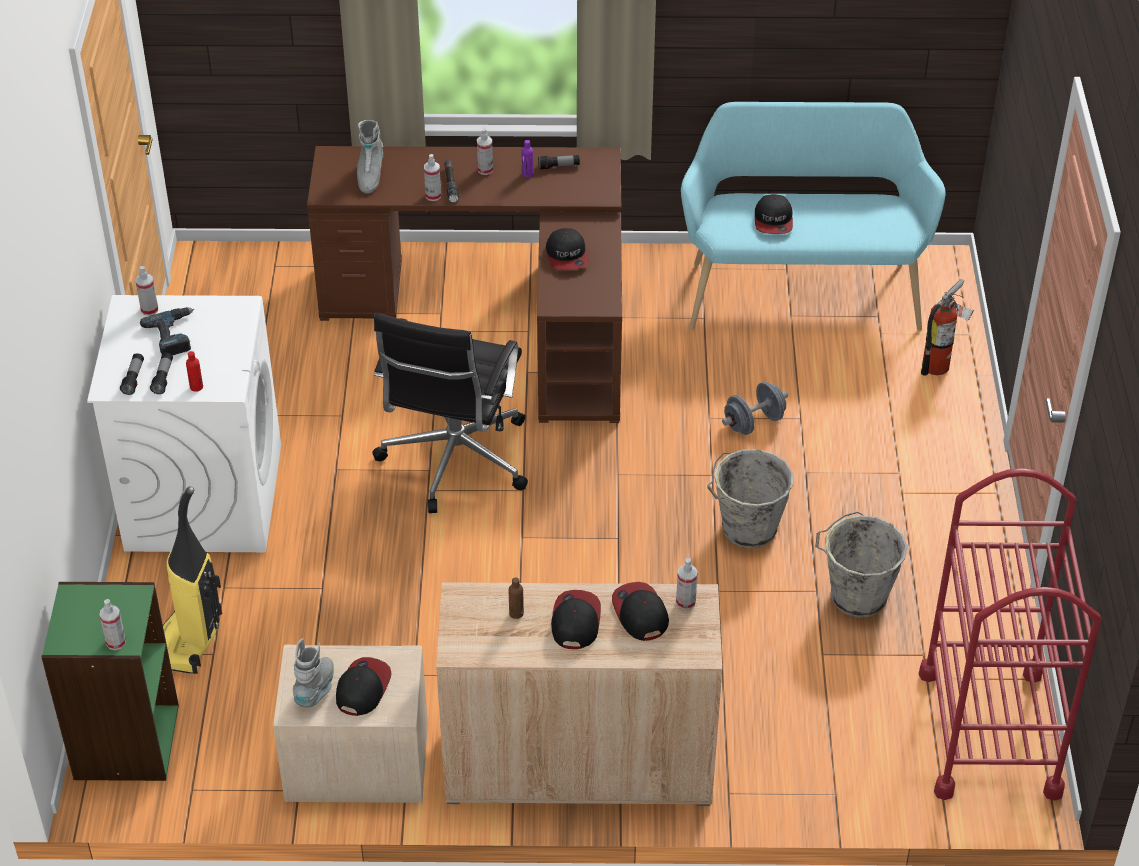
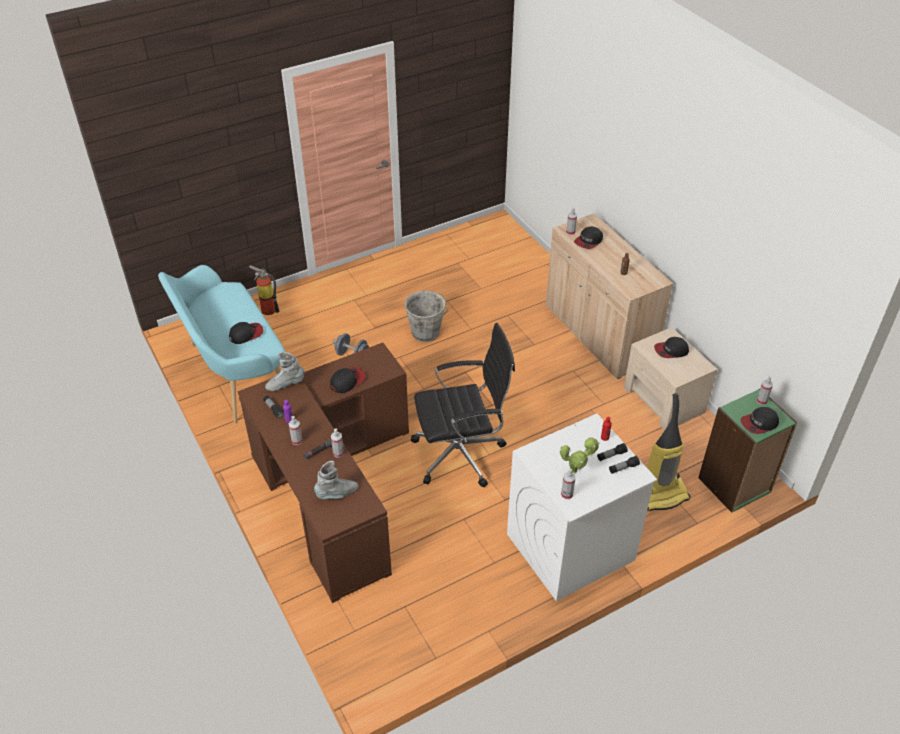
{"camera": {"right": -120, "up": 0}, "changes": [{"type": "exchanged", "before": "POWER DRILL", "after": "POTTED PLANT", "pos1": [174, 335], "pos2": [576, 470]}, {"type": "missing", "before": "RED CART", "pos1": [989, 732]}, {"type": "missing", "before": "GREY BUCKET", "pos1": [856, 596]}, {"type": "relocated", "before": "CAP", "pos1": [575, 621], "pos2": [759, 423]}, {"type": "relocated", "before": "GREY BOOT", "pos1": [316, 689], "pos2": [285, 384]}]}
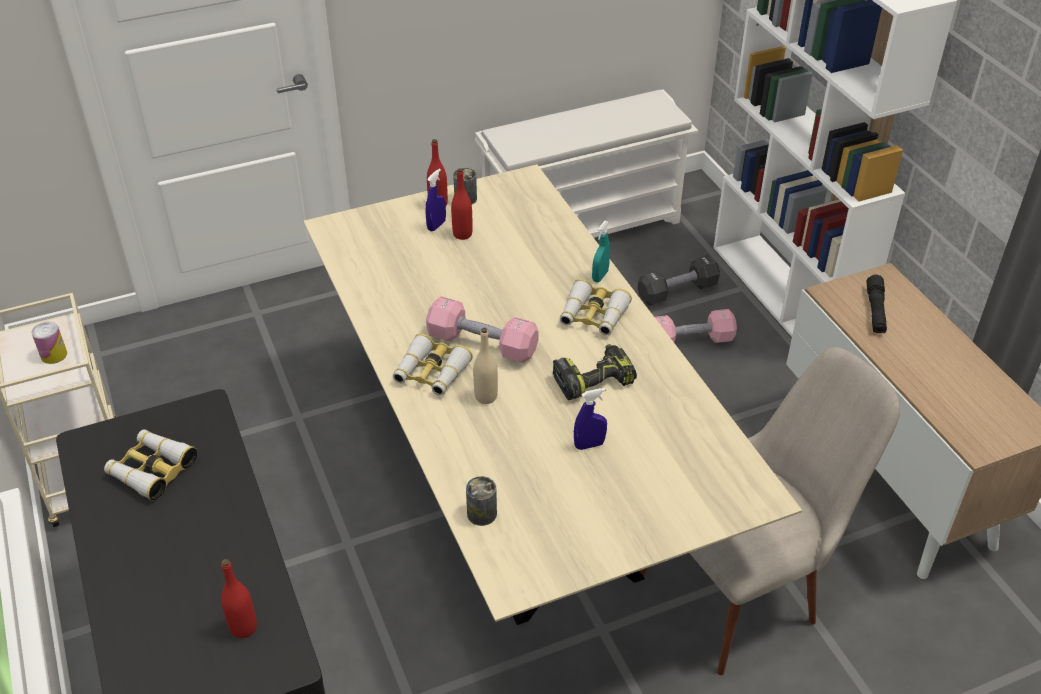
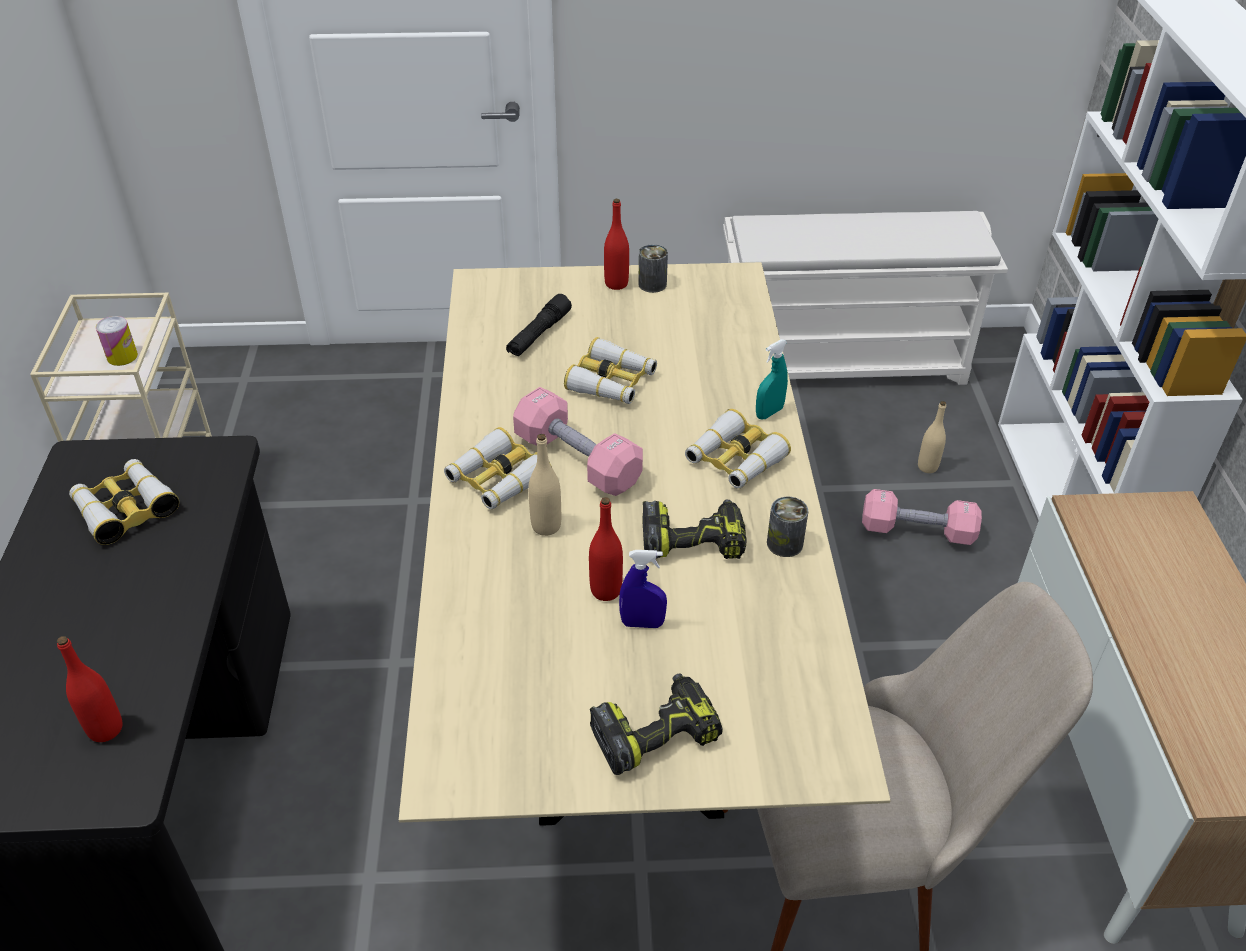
{"camera": {"right": 20, "up": 0}, "changes": [{"type": "relocated", "before": "RED BOTTLE", "pos1": [462, 234], "pos2": [606, 590]}, {"type": "missing", "before": "BLUE SPRAY BOTTLE", "pos1": [436, 225]}, {"type": "exchanged", "before": "BLACK DUMBBELL", "after": "BEIGE BOTTLE", "pos1": [677, 291], "pos2": [927, 467]}, {"type": "relocated", "before": "BLACK FLASHLIGHT", "pos1": [875, 311], "pos2": [539, 334]}, {"type": "relocated", "before": "CAN", "pos1": [482, 513], "pos2": [784, 543]}, {"type": "appeared", "after": "BINOCULARS", "pos2": [611, 382]}, {"type": "appeared", "after": "POWER DRILL", "pos2": [655, 732]}]}
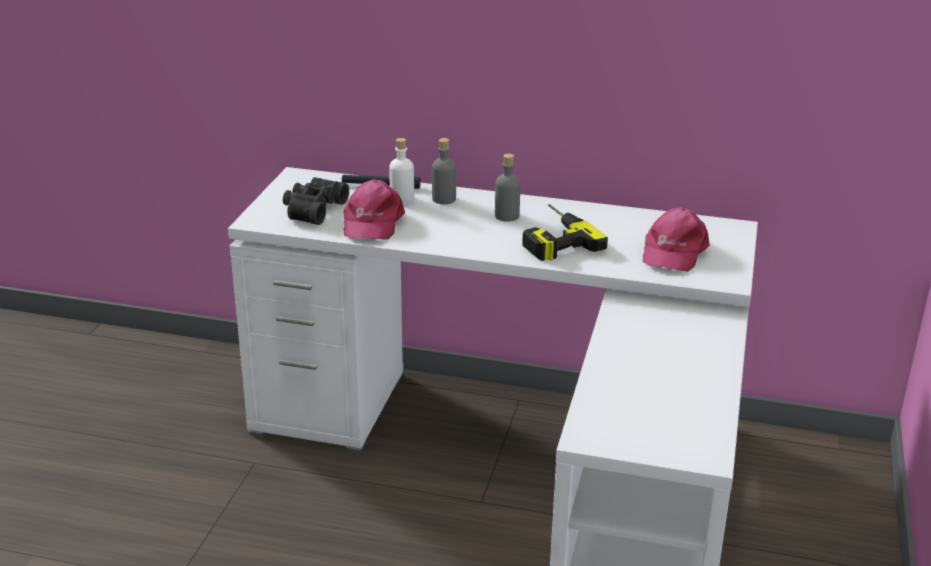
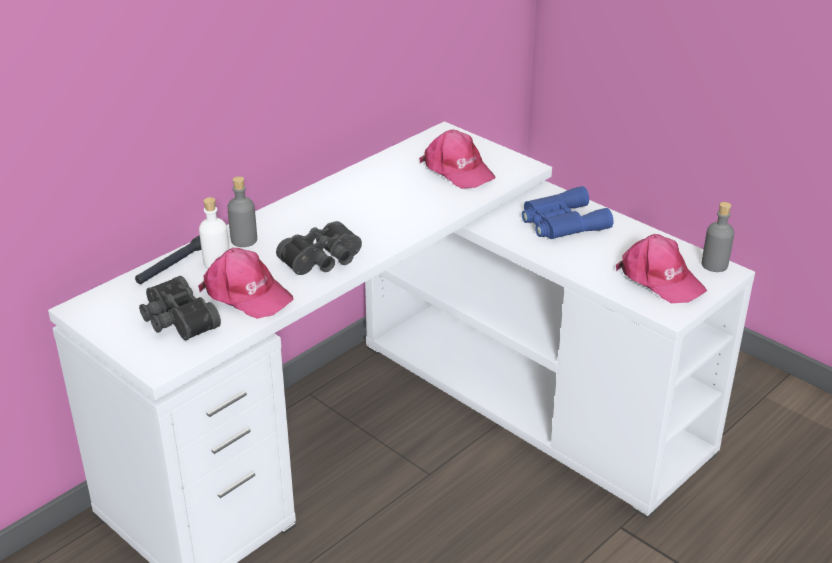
{"camera": {"right": -60, "up": 5}, "changes": [{"type": "relocated", "before": "GREY BOTTLE", "pos1": [507, 216], "pos2": [714, 265]}, {"type": "missing", "before": "POWER DRILL", "pos1": [552, 238]}, {"type": "appeared", "after": "BLUE BINOCULARS", "pos2": [561, 223]}, {"type": "appeared", "after": "BLACK BINOCULARS", "pos2": [324, 261]}, {"type": "appeared", "after": "PINK CAP", "pos2": [660, 279]}]}
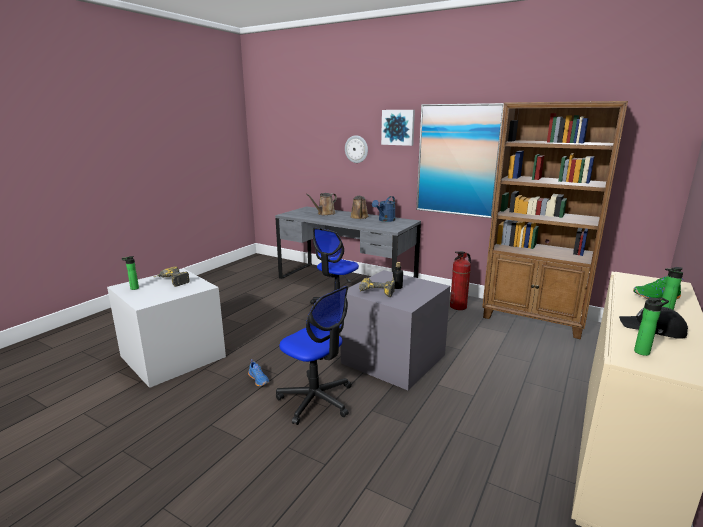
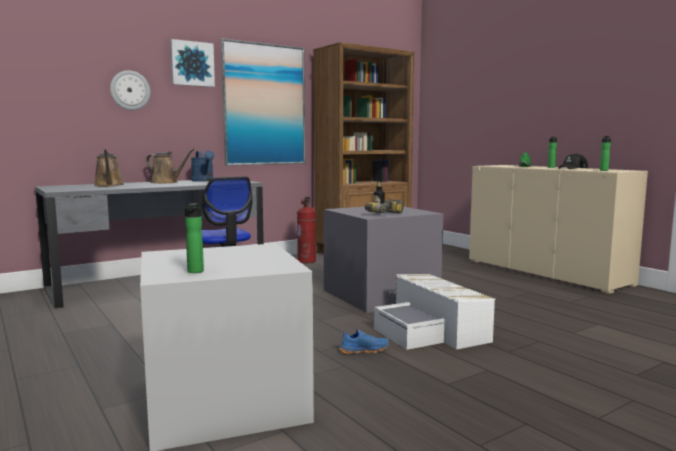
{"camera": {"right": -65, "up": -10}, "changes": [{"type": "missing", "before": "POWER DRILL", "pos1": [171, 281]}, {"type": "exchanged", "before": "OFFICE CHAIR", "after": "WHITE STORAGE BOX", "pos1": [316, 400], "pos2": [431, 331]}]}
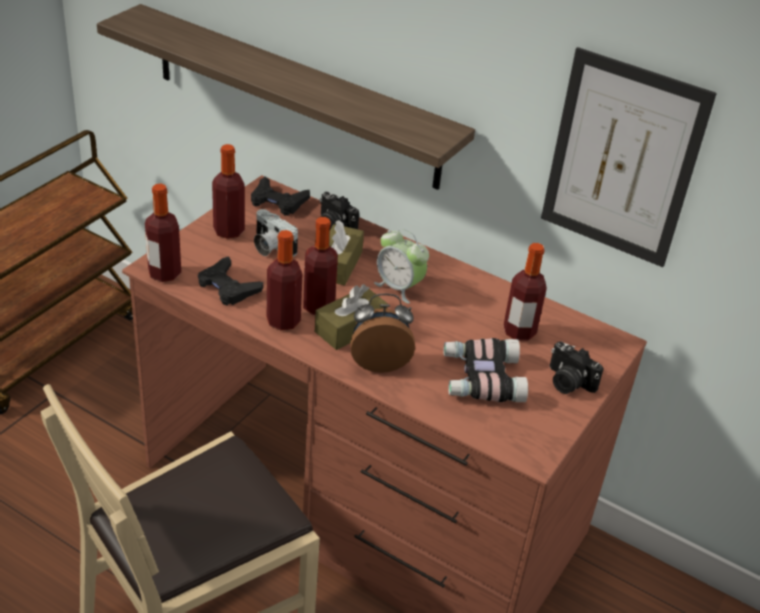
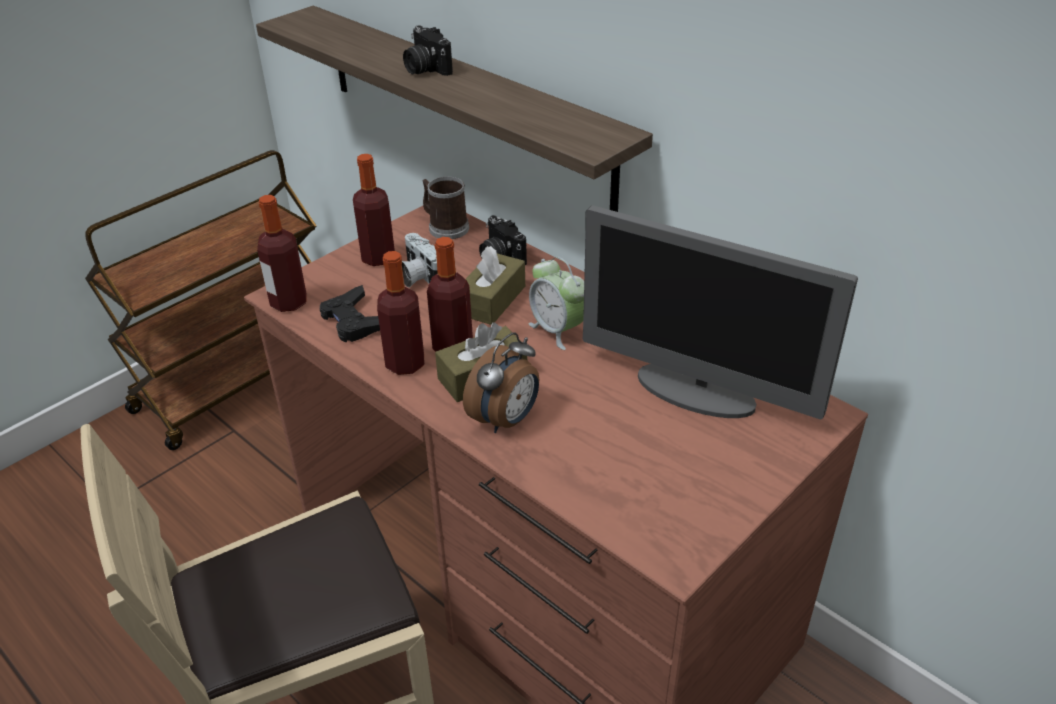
{"camera": {"right": 15, "up": 0}, "changes": [{"type": "missing", "before": "PICTURE", "pos1": [622, 159]}, {"type": "exchanged", "before": "BLACK GAME CONTROLLER", "after": "MUG", "pos1": [278, 201], "pos2": [445, 227]}, {"type": "exchanged", "before": "BOTTLE", "after": "MONITOR", "pos1": [519, 331], "pos2": [696, 392]}, {"type": "spun", "before": "ALARM CLOCK", "pos1": [379, 361], "pos2": [506, 420], "turn": 120}, {"type": "missing", "before": "BINOCULARS", "pos1": [481, 378]}, {"type": "relocated", "before": "PHOTO CAMERA", "pos1": [567, 382], "pos2": [425, 69]}]}
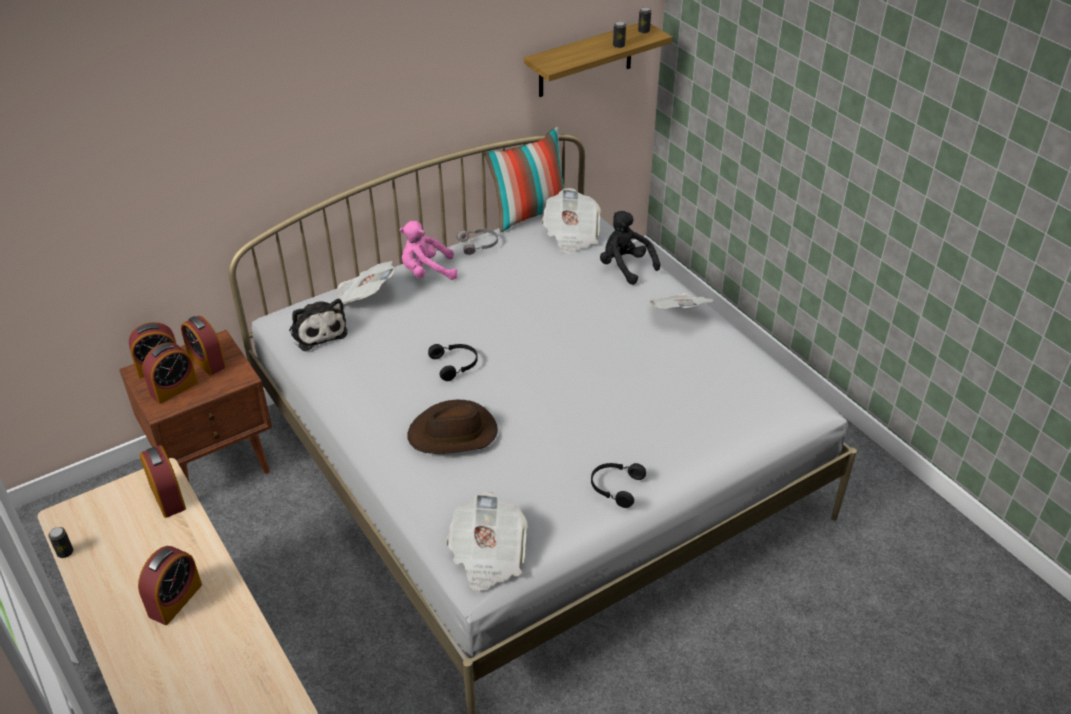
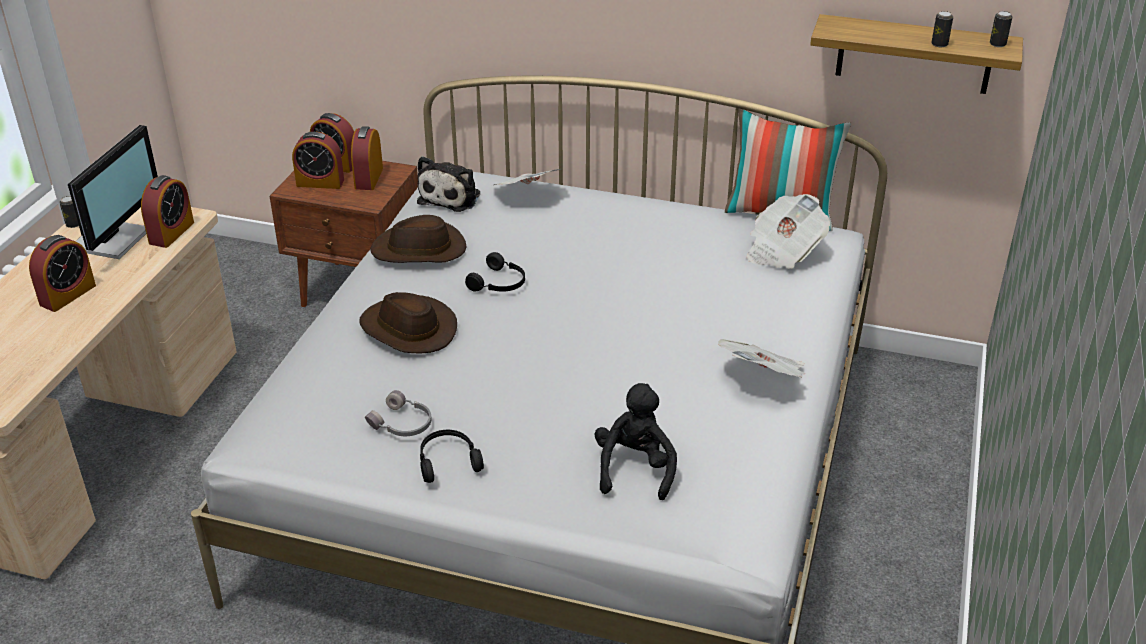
{"camera": {"right": 50, "up": -5}, "changes": [{"type": "relocated", "before": "BLACK PLUSH TOY", "pos1": [625, 267], "pos2": [635, 468]}, {"type": "missing", "before": "PINK PLUSH TOY", "pos1": [426, 272]}, {"type": "relocated", "before": "GREY HEADPHONES", "pos1": [479, 245], "pos2": [402, 424]}, {"type": "missing", "before": "NEWSPAPER", "pos1": [487, 557]}, {"type": "spun", "before": "ALARM CLOCK", "pos1": [175, 600], "pos2": [68, 295], "turn": -45}, {"type": "appeared", "after": "MONITOR", "pos2": [114, 240]}, {"type": "appeared", "after": "BROWN HAT", "pos2": [419, 250]}]}
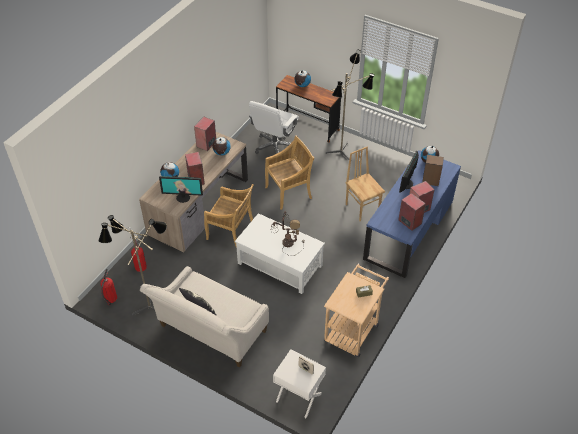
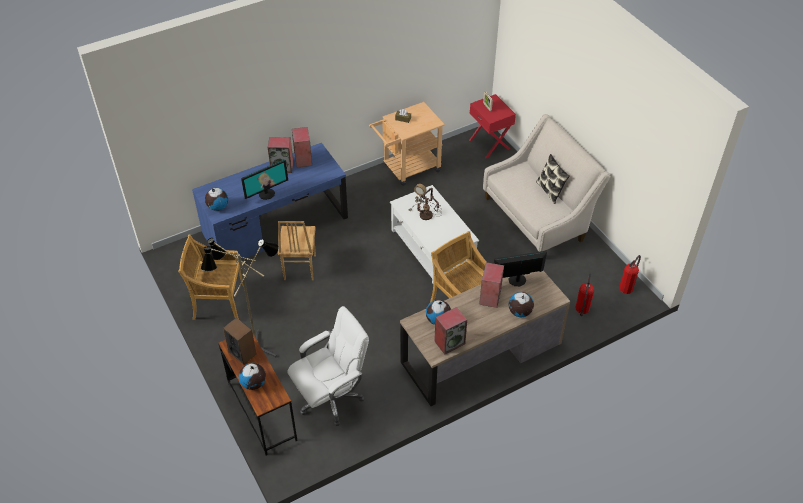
{"camera": {"right": -150, "up": 0}, "changes": [{"type": "relocated", "before": "BEIGE CHAIR", "pos1": [289, 192], "pos2": [218, 302]}, {"type": "relocated", "before": "SPEAKER", "pos1": [430, 180], "pos2": [242, 352]}, {"type": "spun", "before": "MONITOR", "pos1": [183, 197], "pos2": [517, 280], "turn": -45}, {"type": "missing", "before": "FLOOR LAMP", "pos1": [147, 305]}, {"type": "colour", "before": "WHITE NIGHTSTAND", "after": "RED NIGHTSTAND", "pos1": [298, 397], "pos2": [490, 144]}]}
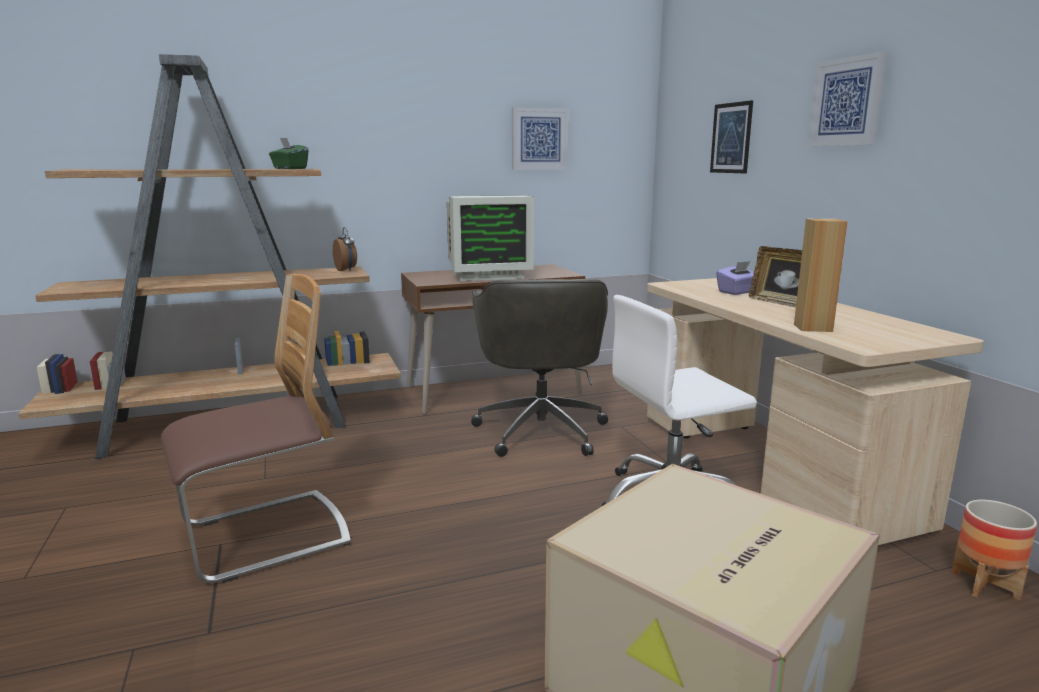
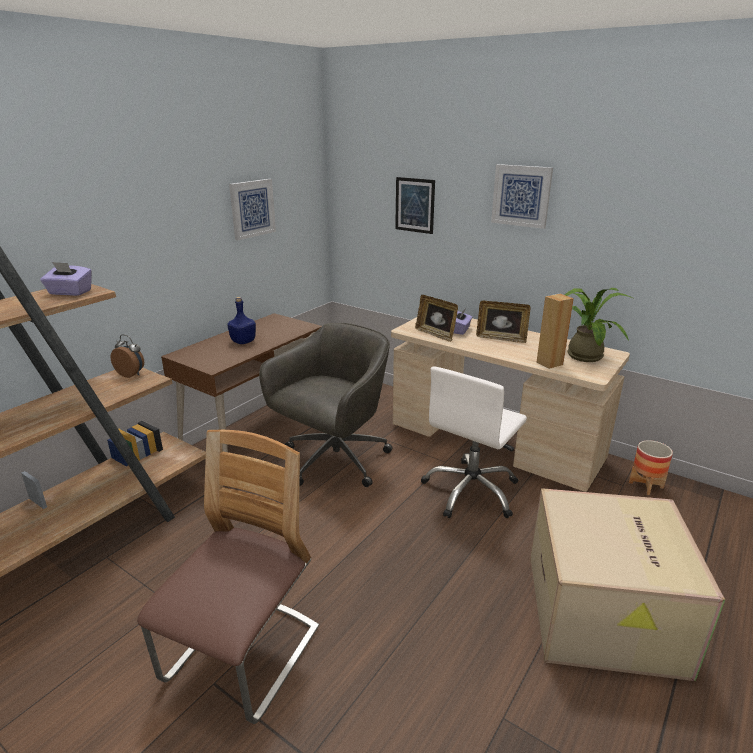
{"camera": {"right": -35, "up": 10}, "changes": [{"type": "colour", "before": "GREEN TISSUE BOX", "after": "PURPLE TISSUE BOX", "pos1": [289, 168], "pos2": [70, 292]}, {"type": "exchanged", "before": "MONITOR", "after": "BLUE BOTTLE", "pos1": [486, 274], "pos2": [243, 341]}, {"type": "spun", "before": "GREY OFFICE CHAIR", "pos1": [541, 429], "pos2": [333, 461], "turn": -105}, {"type": "appeared", "after": "POTTED PLANT", "pos2": [583, 354]}, {"type": "appeared", "after": "PICTURE FRAME", "pos2": [436, 334]}]}
